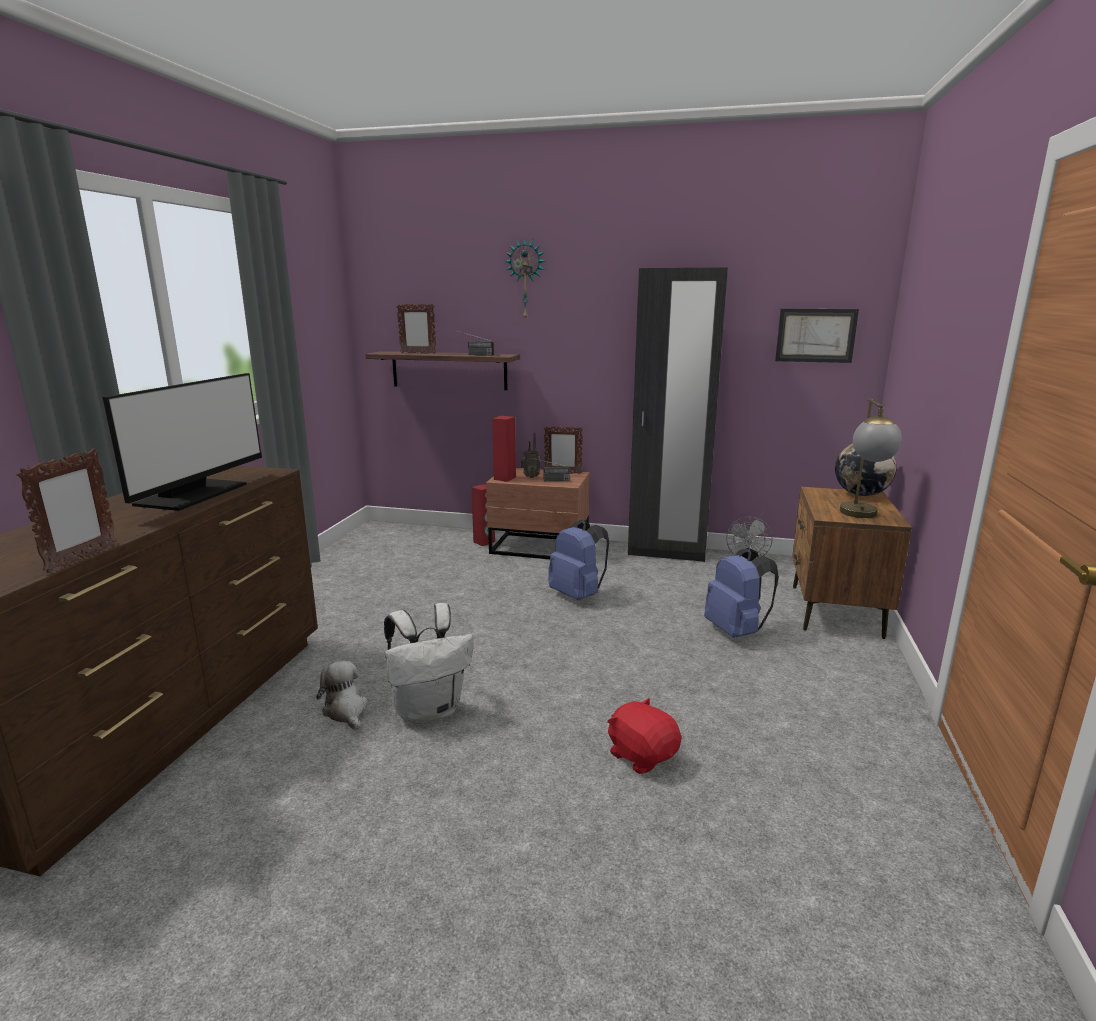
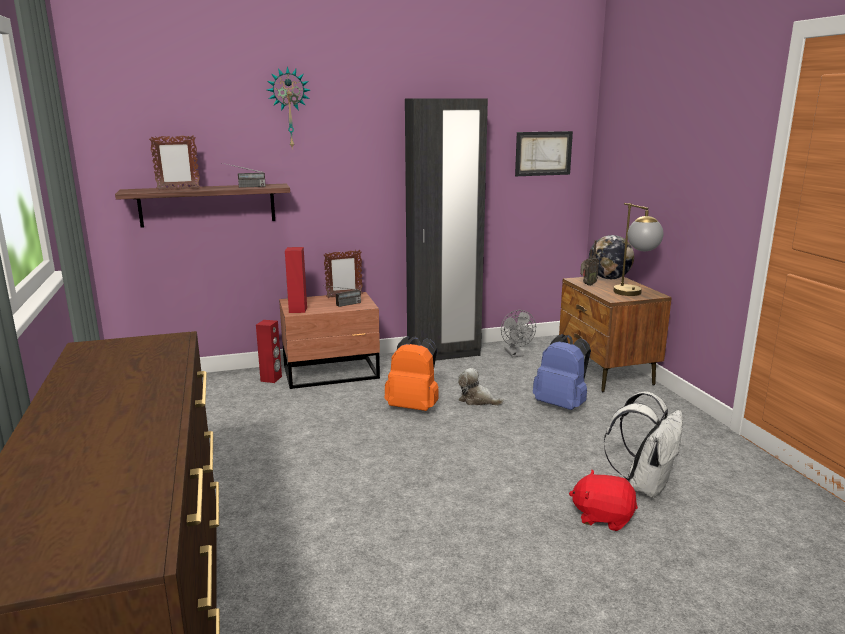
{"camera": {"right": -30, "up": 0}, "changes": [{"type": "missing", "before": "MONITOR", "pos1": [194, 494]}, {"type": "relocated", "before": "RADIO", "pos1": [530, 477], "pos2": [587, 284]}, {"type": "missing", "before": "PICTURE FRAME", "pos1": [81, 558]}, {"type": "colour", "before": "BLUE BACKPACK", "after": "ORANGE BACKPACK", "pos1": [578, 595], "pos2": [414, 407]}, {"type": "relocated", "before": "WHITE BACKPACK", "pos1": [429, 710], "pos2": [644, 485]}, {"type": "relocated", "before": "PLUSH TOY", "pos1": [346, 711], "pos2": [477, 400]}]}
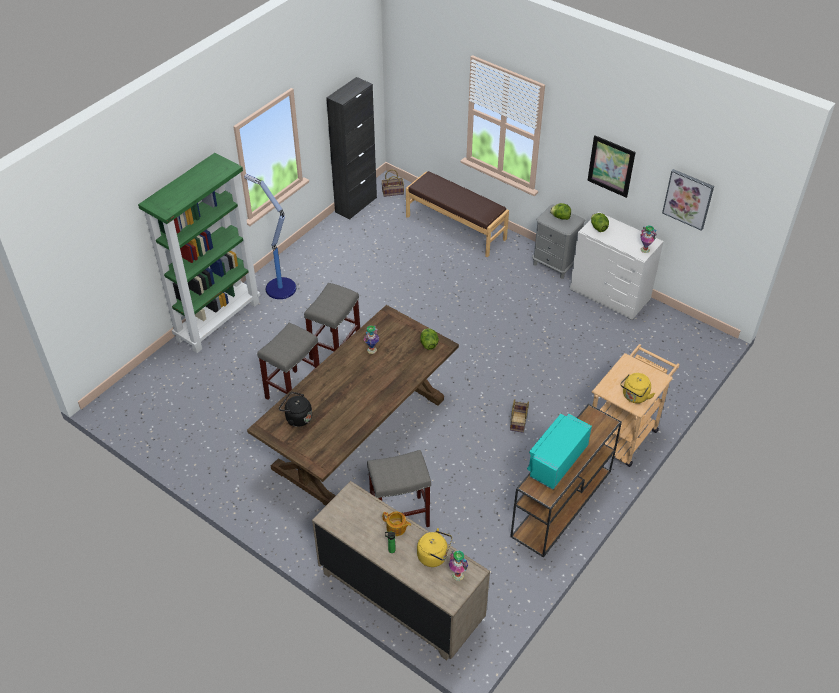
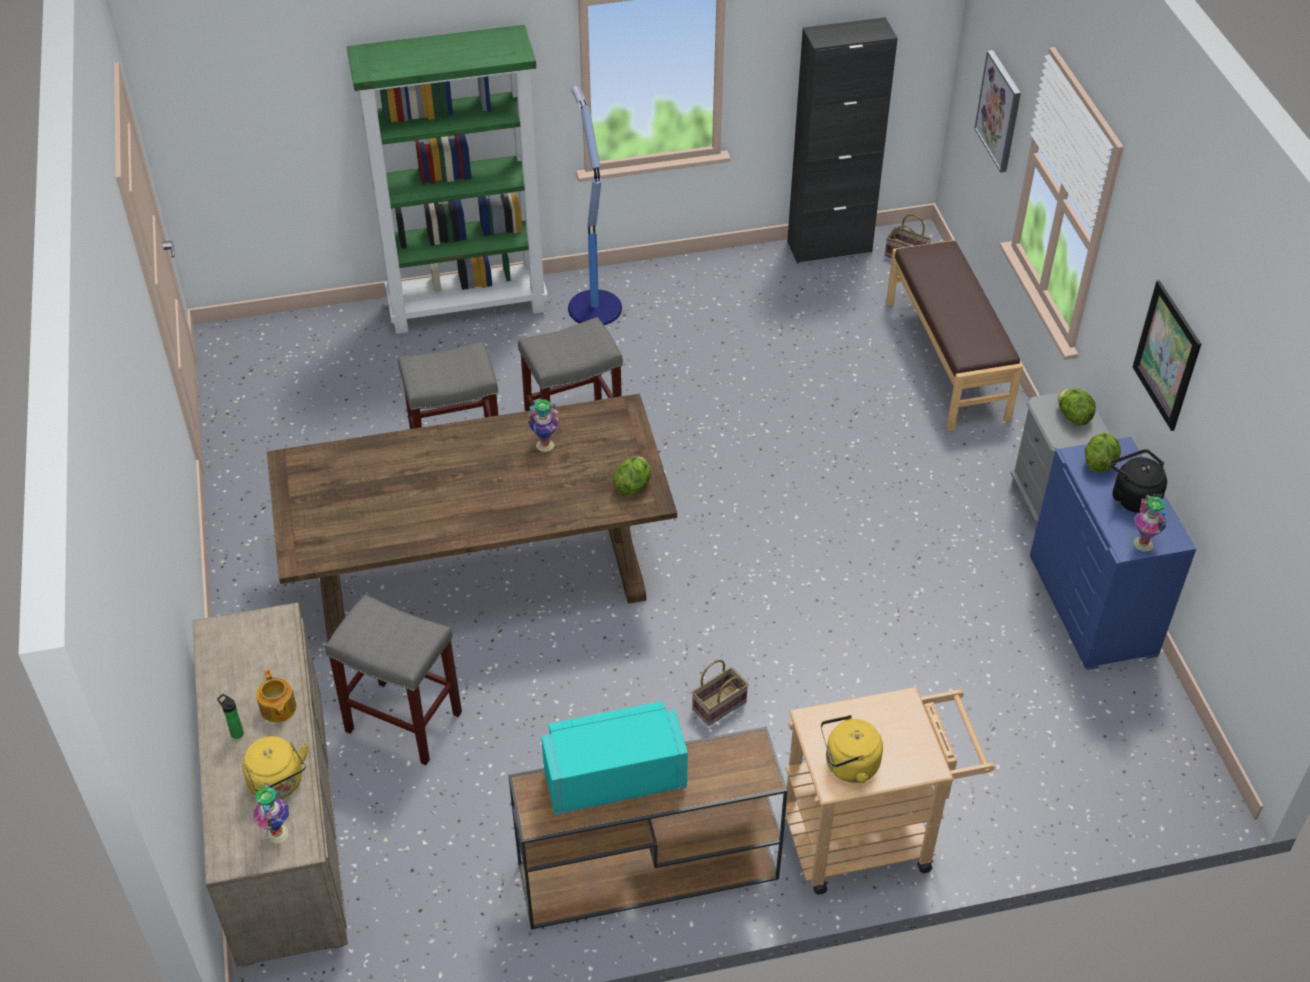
{"camera": {"right": 40, "up": 0}, "changes": [{"type": "relocated", "before": "PICTURE", "pos1": [688, 199], "pos2": [999, 111]}, {"type": "colour", "before": "WHITE DRESSER", "after": "BLUE DRESSER", "pos1": [610, 294], "pos2": [1093, 606]}, {"type": "relocated", "before": "BLACK KETTLE", "pos1": [297, 418], "pos2": [1133, 497]}]}
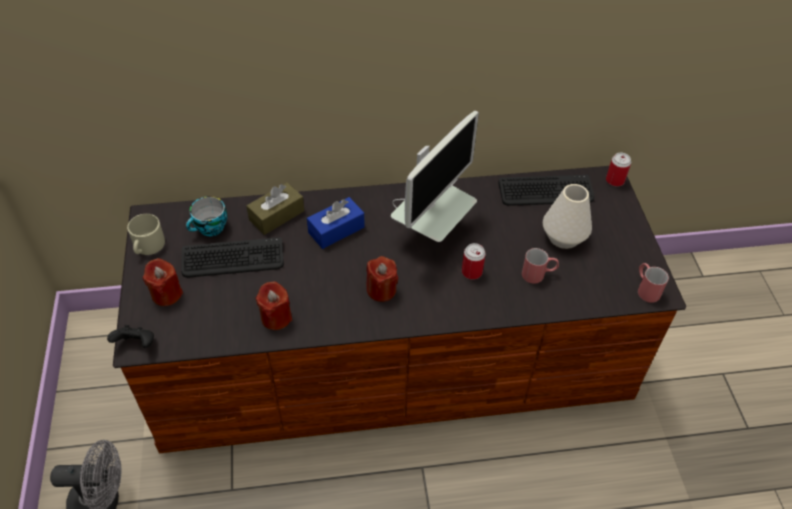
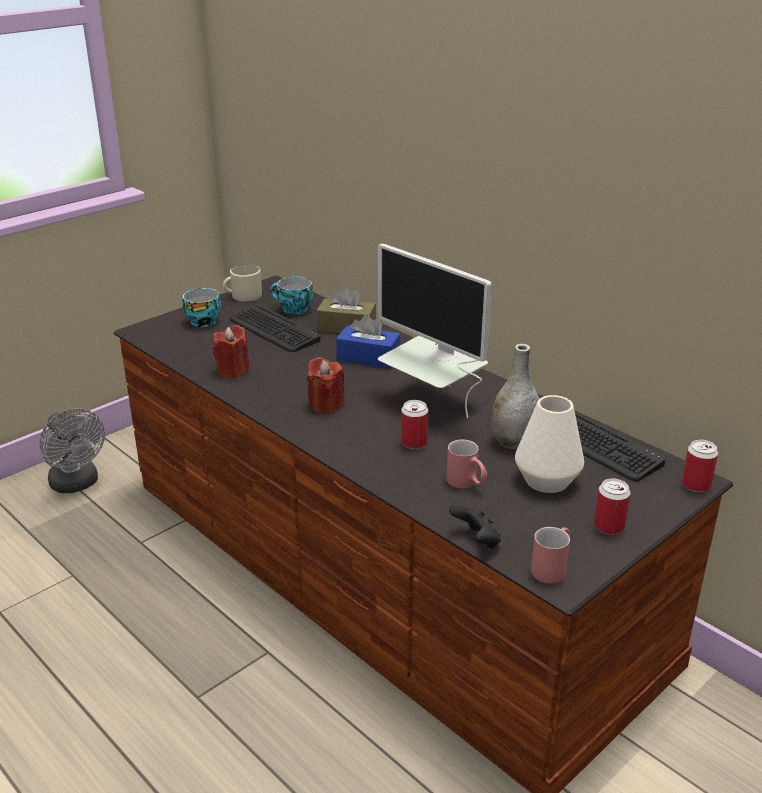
{"camera": {"right": 55, "up": -20}, "changes": [{"type": "spun", "before": "MONITOR", "pos1": [430, 232], "pos2": [434, 402], "turn": 45}, {"type": "exchanged", "before": "RED CANDLE", "after": "CUP", "pos1": [166, 294], "pos2": [204, 320]}, {"type": "relocated", "before": "BLACK GAME CONTROLLER", "pos1": [136, 344], "pos2": [476, 541]}, {"type": "appeared", "after": "GREY VASE", "pos2": [513, 442]}, {"type": "appeared", "after": "CAN", "pos2": [609, 526]}]}
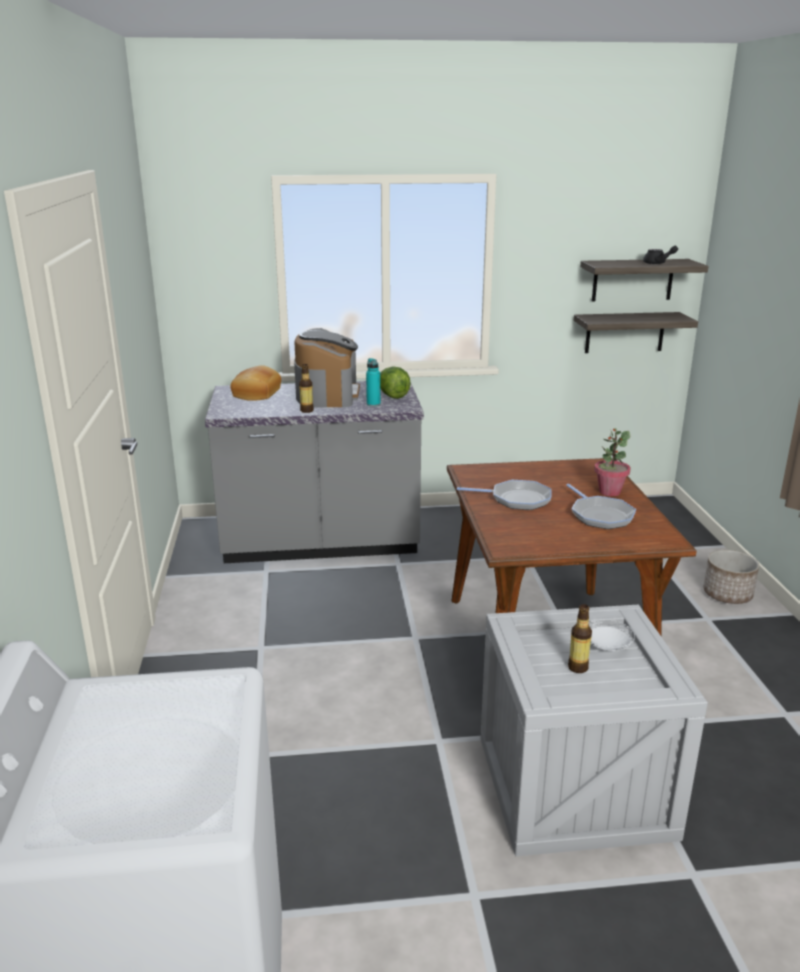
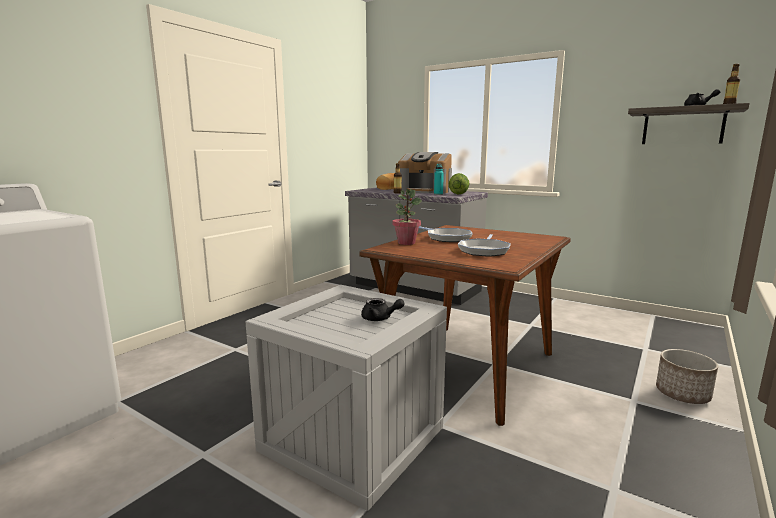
{"camera": {"right": 40, "up": -10}, "changes": [{"type": "missing", "before": "SHELF", "pos1": [624, 332]}, {"type": "spun", "before": "COFFEE MACHINE", "pos1": [327, 394], "pos2": [425, 191], "turn": 75}, {"type": "relocated", "before": "POTTED PLANT", "pos1": [609, 492], "pos2": [406, 243]}, {"type": "relocated", "before": "BOTTLE", "pos1": [578, 667], "pos2": [729, 105]}, {"type": "exchanged", "before": "WHITE PLATE", "after": "BLACK TEAPOT", "pos1": [607, 646], "pos2": [380, 319]}]}
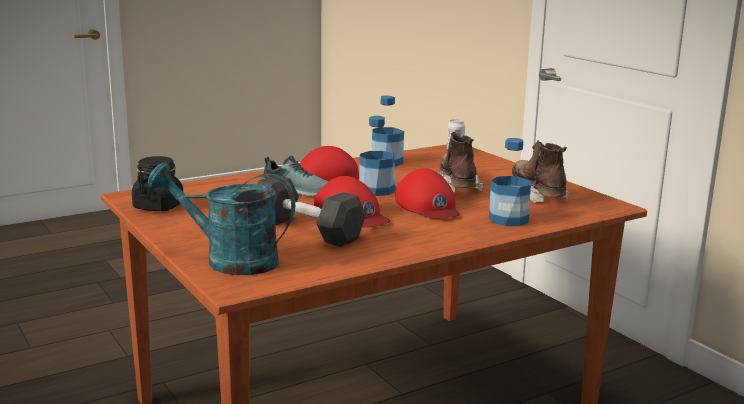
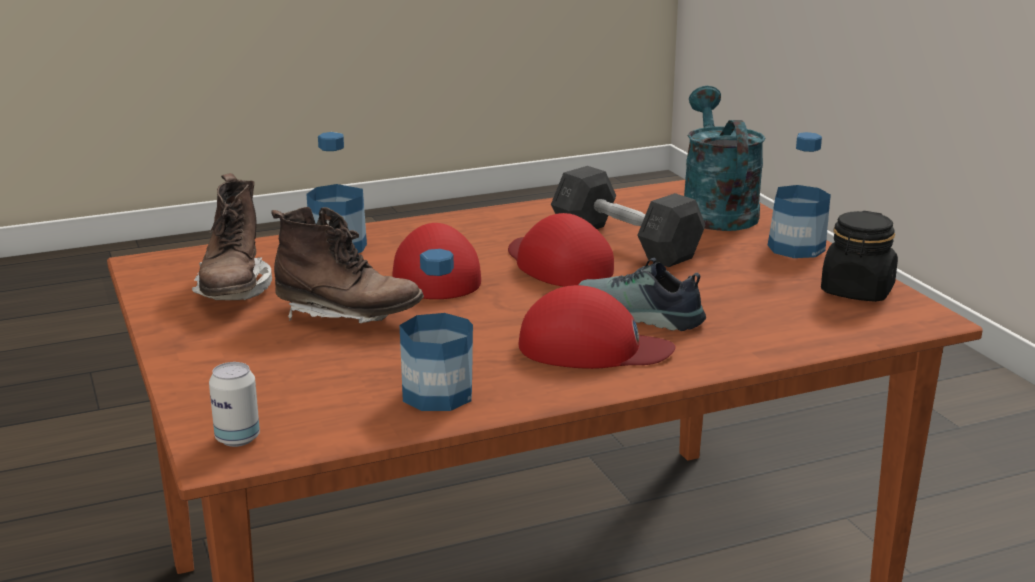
{"camera": {"right": -170, "up": 5}, "changes": [{"type": "relocated", "before": "BOTTLE", "pos1": [377, 190], "pos2": [796, 248]}, {"type": "spun", "before": "BROWN BOOT", "pos1": [457, 185], "pos2": [348, 316], "turn": -75}, {"type": "spun", "before": "TURQUOISE WATERING CAN", "pos1": [229, 260], "pos2": [715, 210], "turn": -120}]}
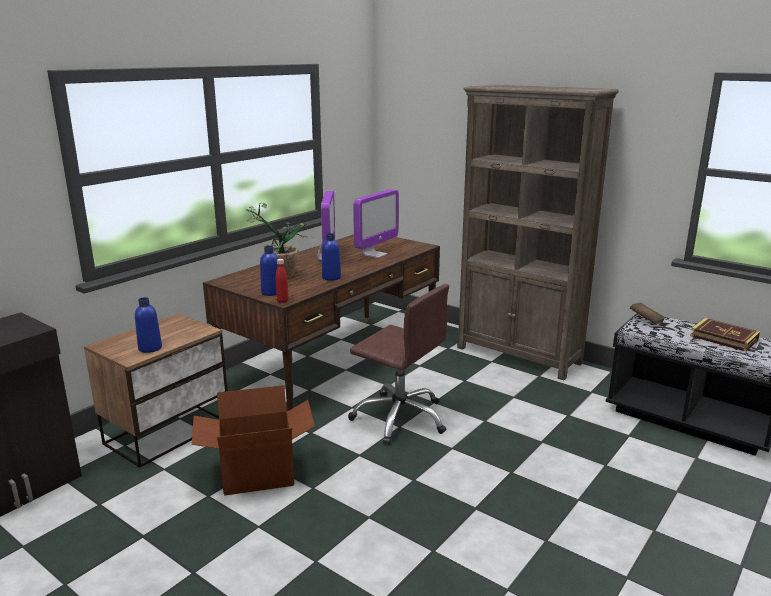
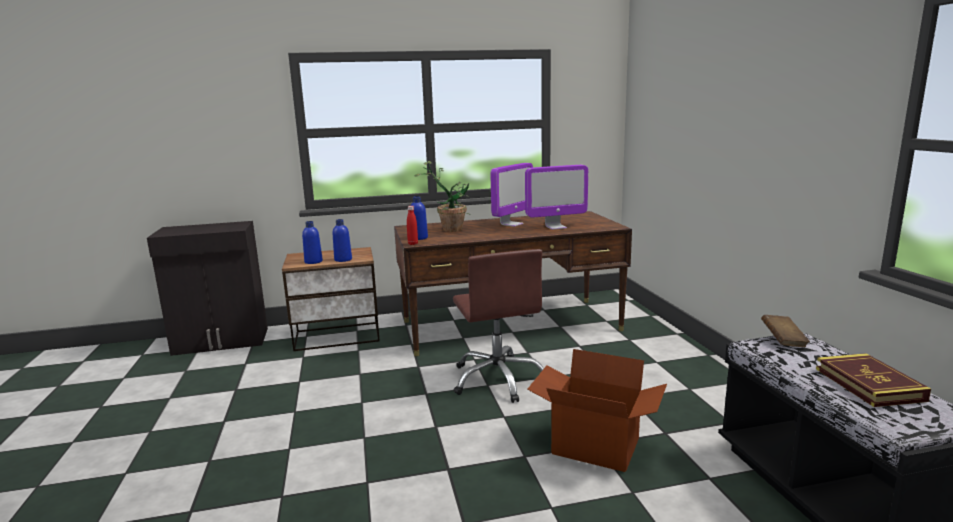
{"camera": {"right": 40, "up": -5}, "changes": [{"type": "missing", "before": "BROWN BOOKCASE", "pos1": [519, 355]}, {"type": "relocated", "before": "BLUE BOTTLE", "pos1": [331, 277], "pos2": [343, 259]}, {"type": "relocated", "before": "CARDBOARD BOX", "pos1": [257, 475], "pos2": [595, 447]}]}
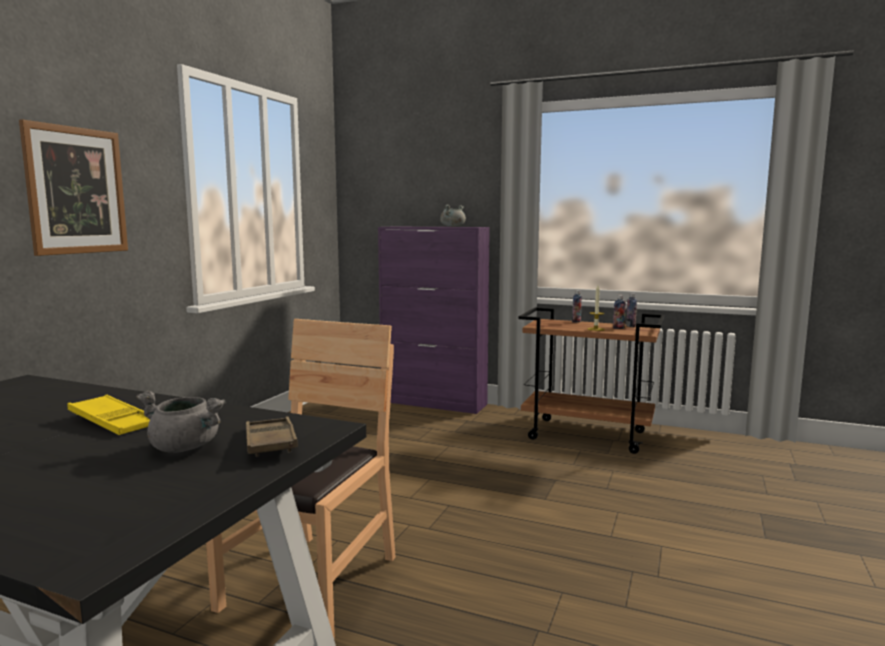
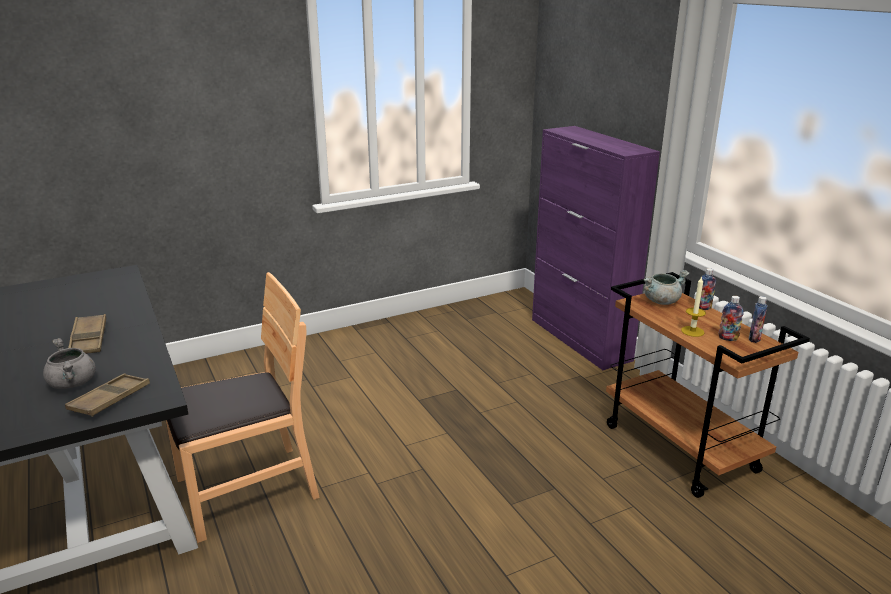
{"camera": {"right": 40, "up": 15}, "changes": [{"type": "missing", "before": "PICTURE", "pos1": [76, 191]}, {"type": "relocated", "before": "GREY COOKING POT", "pos1": [452, 226], "pos2": [661, 301]}, {"type": "colour", "before": "YELLOW TRAY", "after": "BROWN TRAY", "pos1": [113, 422], "pos2": [89, 339]}]}
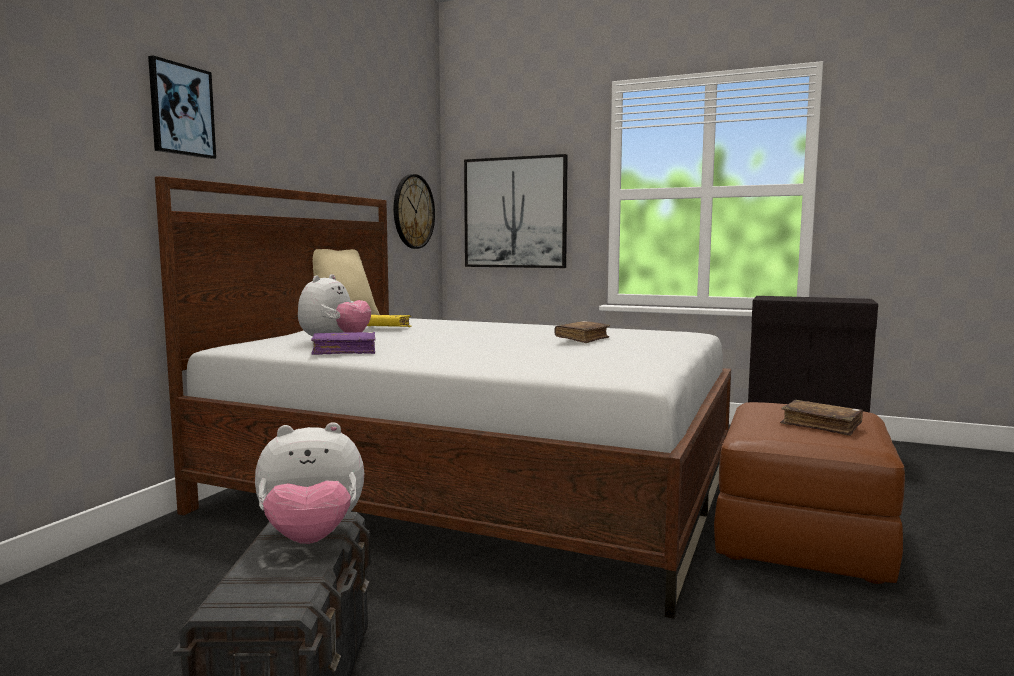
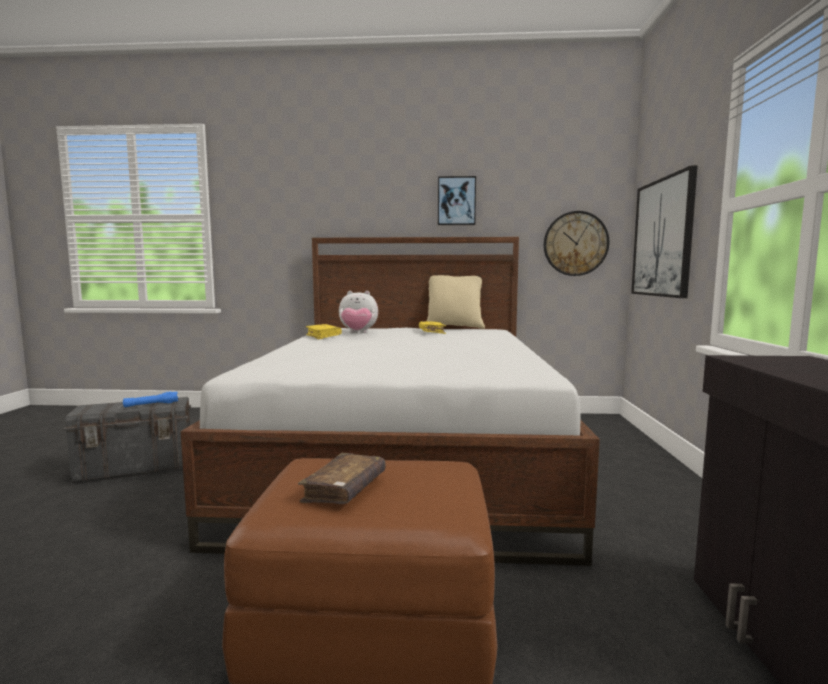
{"camera": {"right": 70, "up": 0}, "changes": [{"type": "relocated", "before": "PICTURE", "pos1": [181, 110], "pos2": [456, 201]}, {"type": "missing", "before": "BROWN BOOK", "pos1": [582, 339]}, {"type": "colour", "before": "PURPLE BOOK", "after": "YELLOW BOOK", "pos1": [344, 351], "pos2": [323, 336]}, {"type": "exchanged", "before": "PLUSH TOY", "after": "BLUE FLASHLIGHT", "pos1": [311, 538], "pos2": [151, 405]}]}
